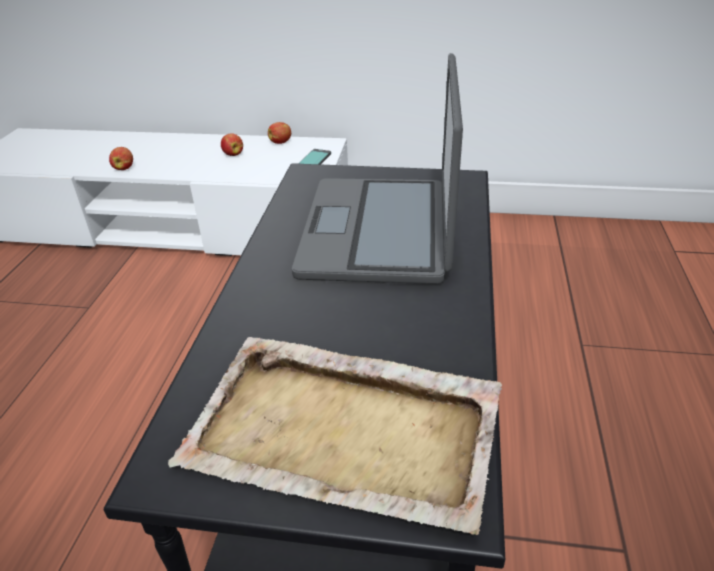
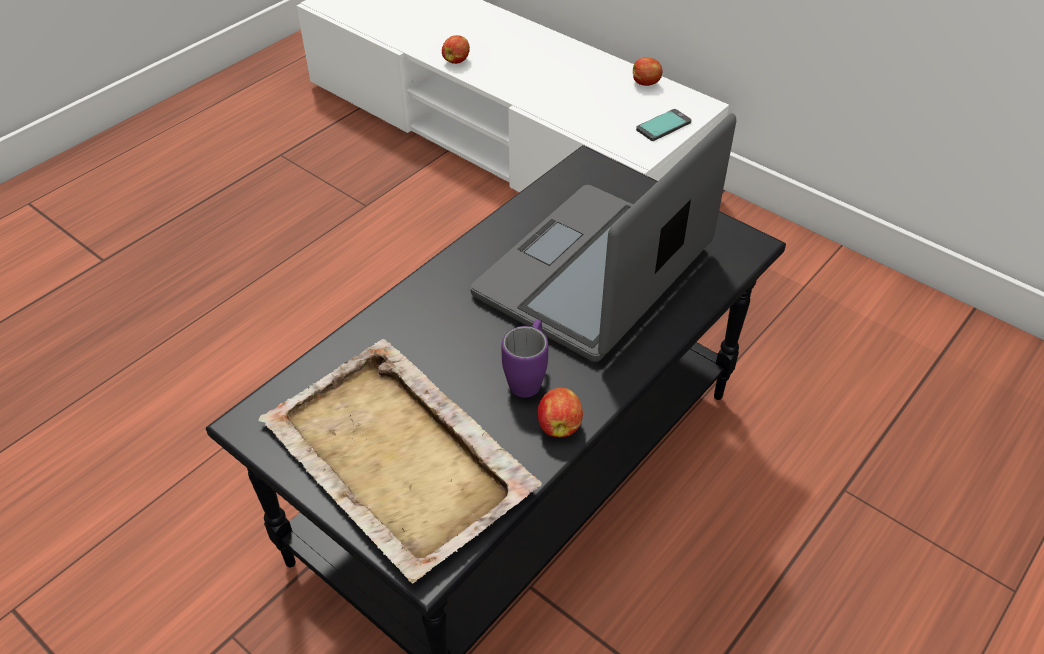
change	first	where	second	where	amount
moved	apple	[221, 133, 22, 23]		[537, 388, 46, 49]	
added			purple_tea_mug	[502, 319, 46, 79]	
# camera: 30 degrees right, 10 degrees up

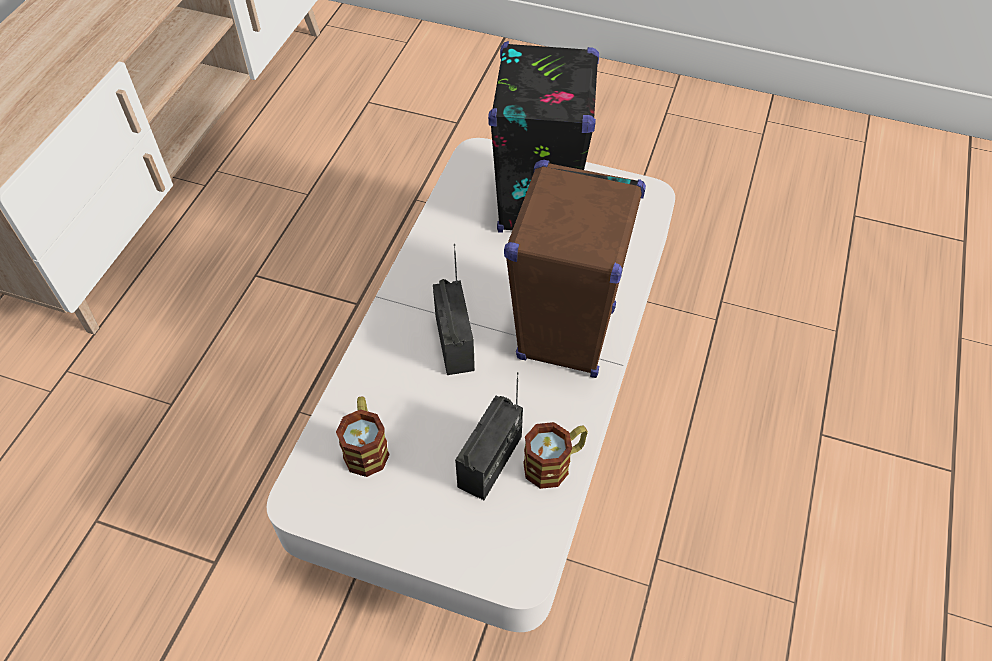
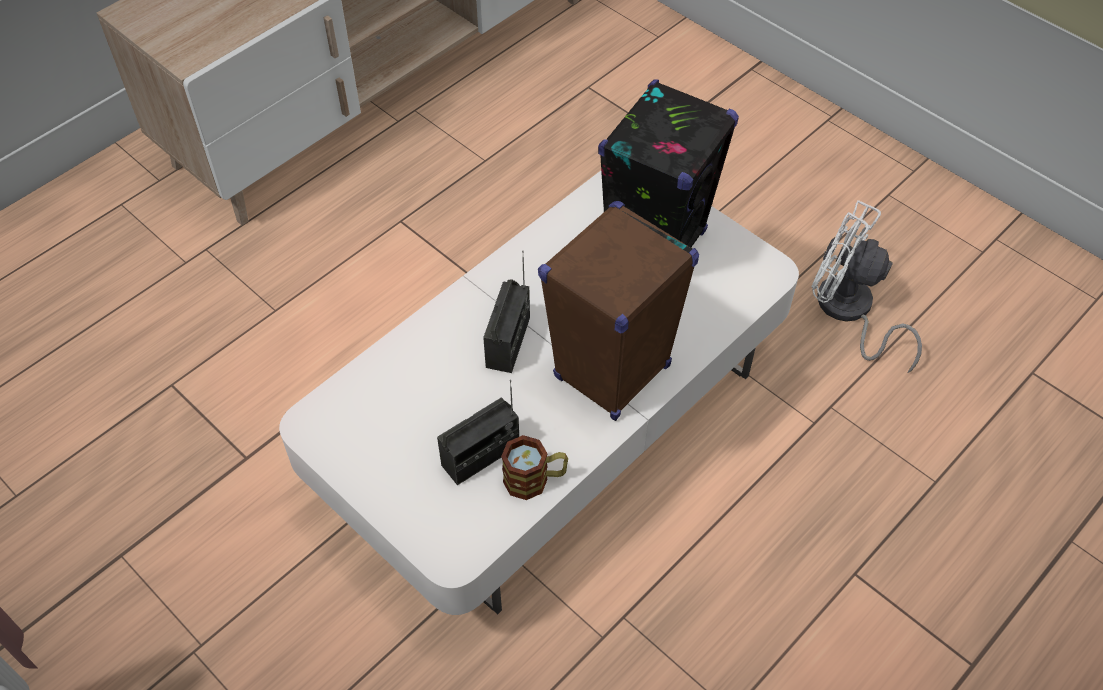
change	first	where	second	where	amount
removed	tea_mug	[336, 397, 54, 80]			
added			white_cooling_fan	[812, 200, 110, 173]	
# camera: 25 degrees right, 0 degrees up

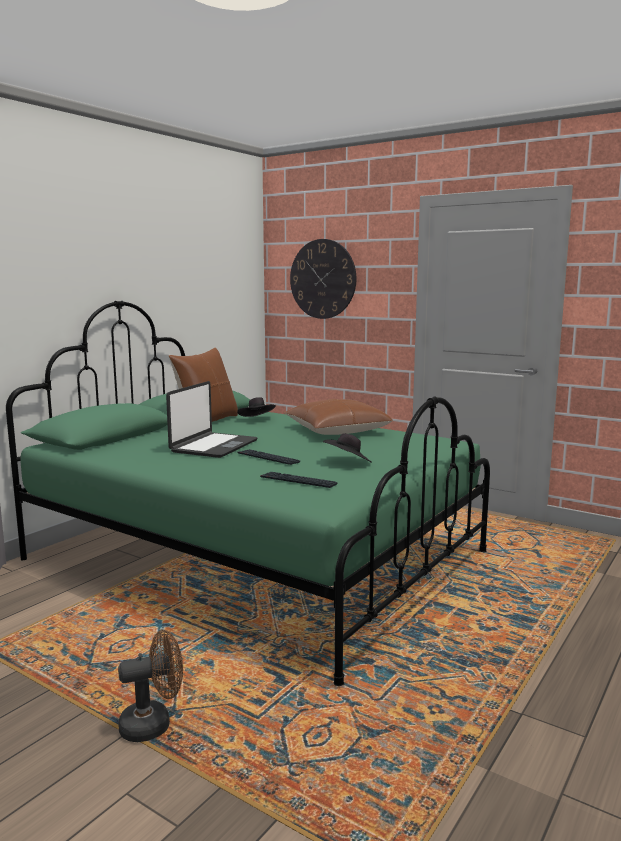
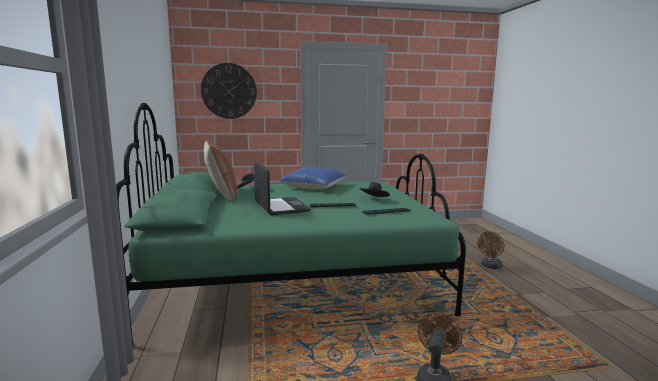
change	first	where	second	where	amount
recoloured	brownish_throw_pillow	[284, 399, 109, 36]	bluish_throw_pillow	[278, 167, 68, 23]	
added			brownish_cooling_fan	[477, 231, 27, 38]	
# camera: 45 degrees left, 0 degrees up

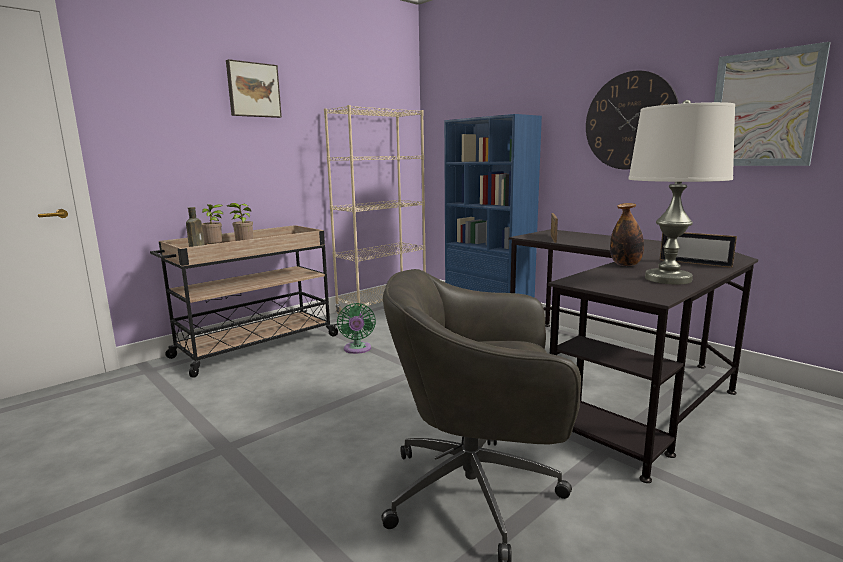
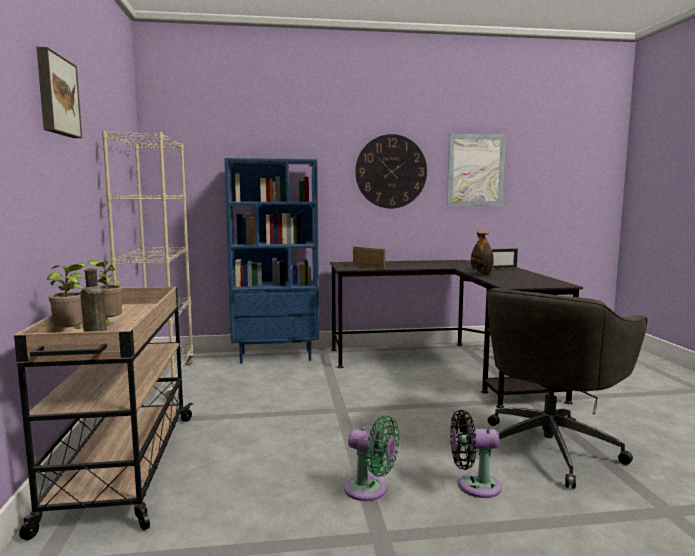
change	first	where	second	where	amount
moved	green-coloured_cooling_fan	[337, 303, 39, 51]		[344, 416, 56, 85]	
removed	white_lamp_for_a_table	[628, 100, 107, 185]			
added			blackish_cooling_fan	[450, 410, 52, 88]	
# camera: 55 degrees left, 5 degrees down

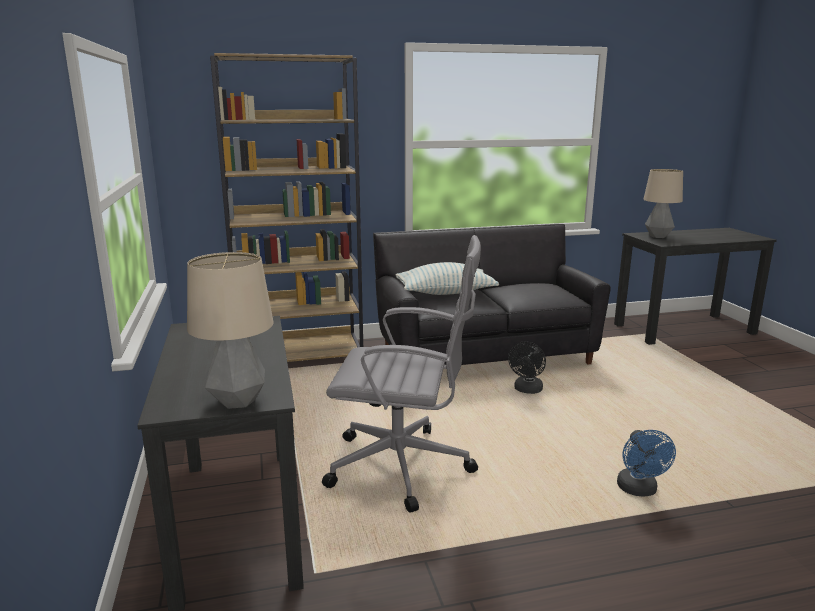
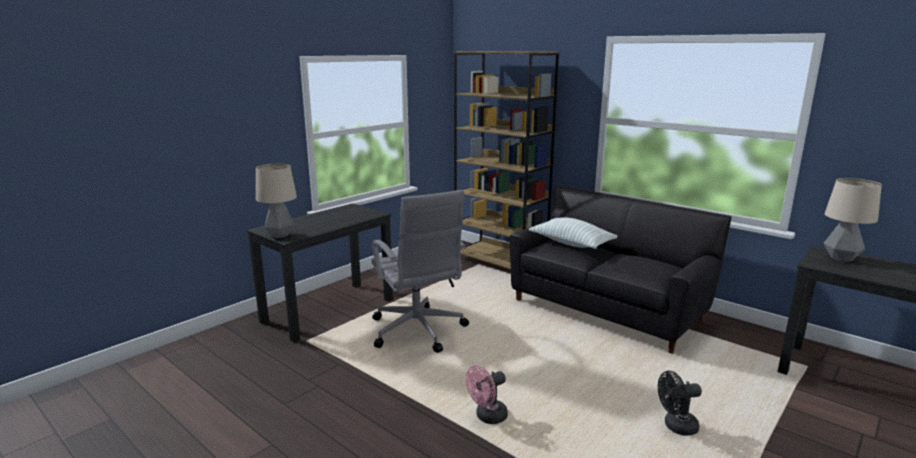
change	first	where	second	where	amount
moved	blackish_cooling_fan	[508, 341, 38, 53]		[658, 371, 44, 65]	
recoloured	bluish_cooling_fan	[617, 430, 59, 66]	pinkish_cooling_fan	[466, 365, 42, 59]	
# camera: 55 degrees right, 0 degrees up

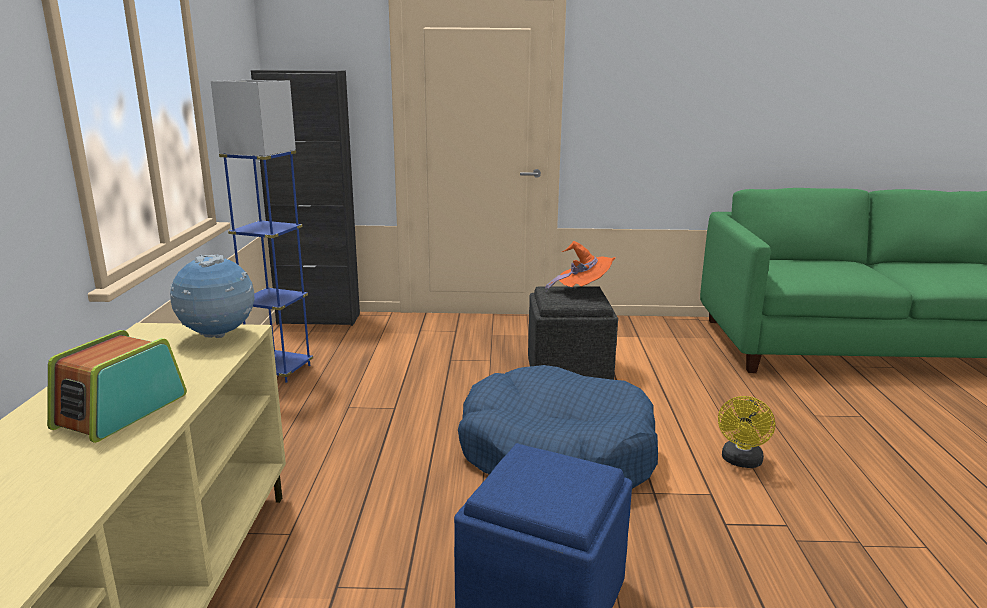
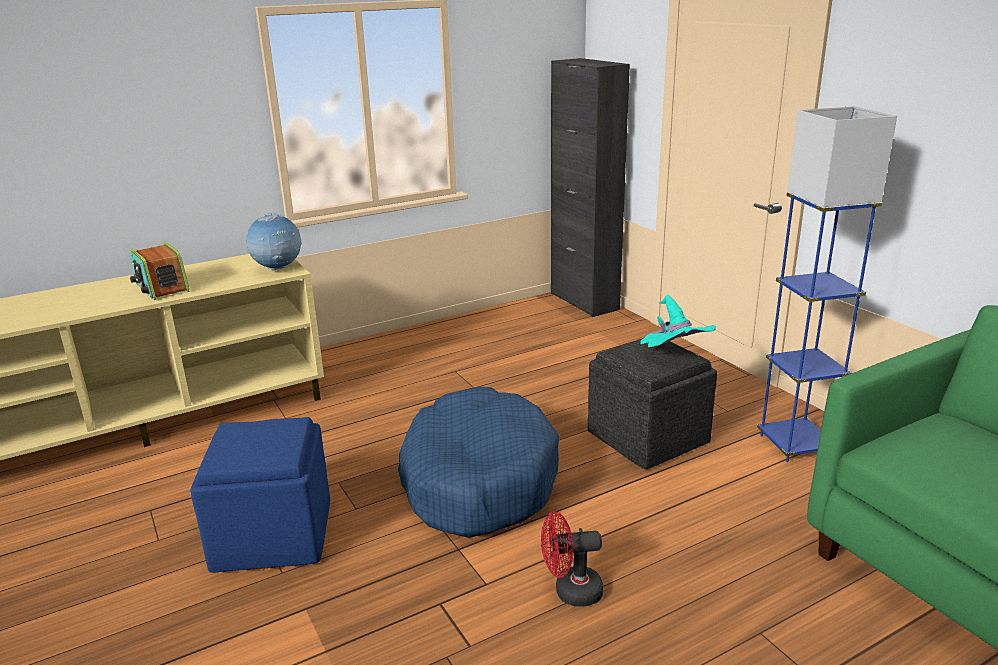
change	first	where	second	where	amount
turned	radio_set	[47, 330, 140, 113]		[130, 242, 60, 58]	120 degrees counterclockwise
moved	bluish_floor_lamp	[211, 80, 102, 303]		[757, 106, 140, 356]	
recoloured	orange_wearable_hat	[545, 241, 71, 50]	blue-green_wearable_hat	[640, 295, 76, 52]	
recoloured	yellow-coloured_cooling_fan	[718, 396, 57, 72]	red_cooling_fan	[541, 511, 62, 95]	
# camera: 60 degrees right, 5 degrees up

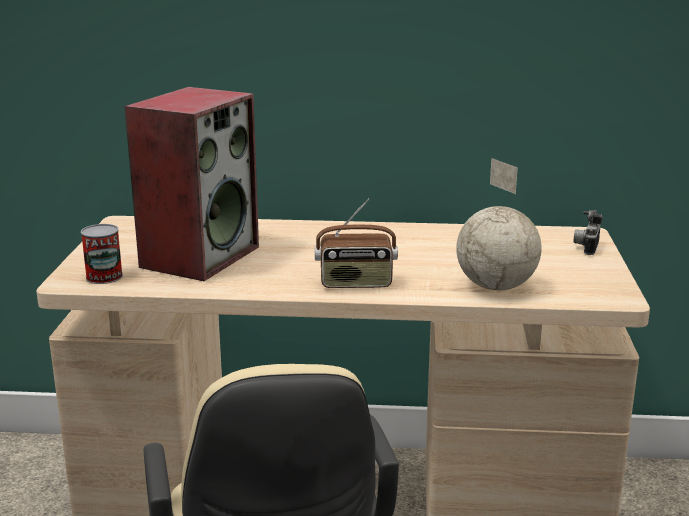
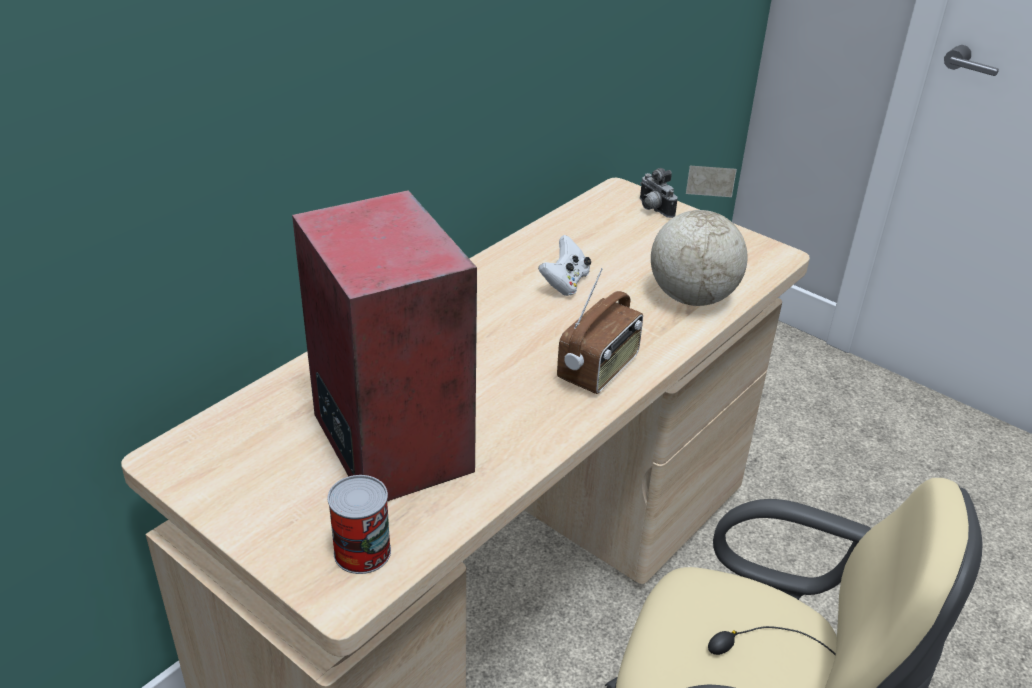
change	first	where	second	where	amount
added			white_joypad	[538, 235, 53, 61]	
# camera: 55 degrees left, 15 degrees up

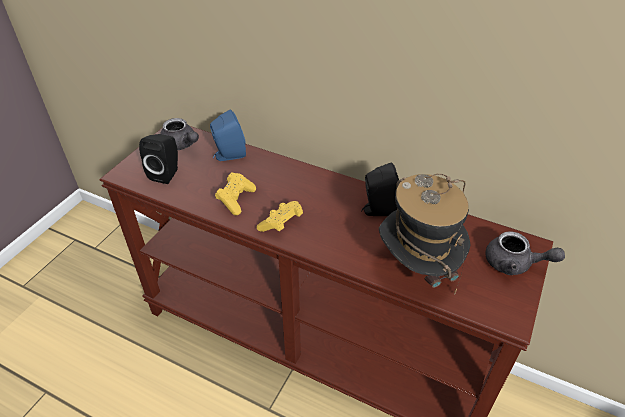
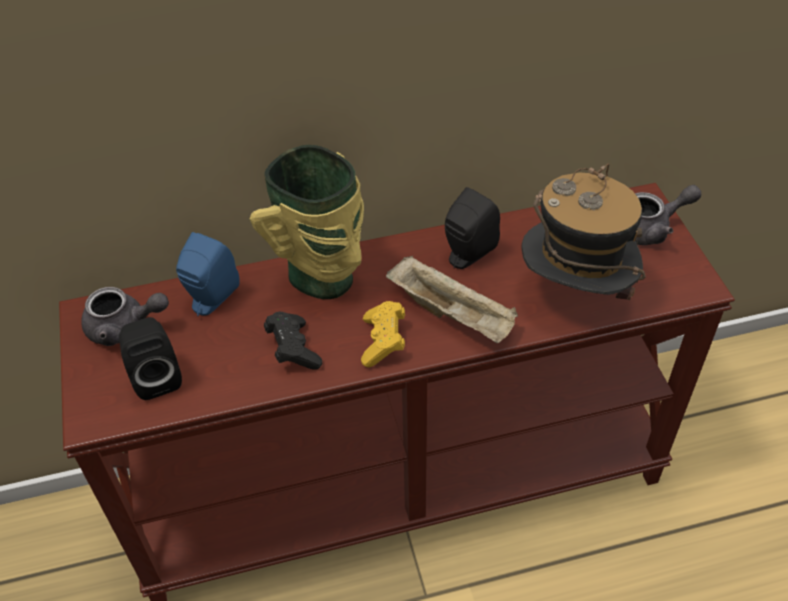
change	first	where	second	where	amount
recoloured	yellow-coloured_joypad	[215, 172, 41, 43]	blackish_joypad	[264, 312, 58, 57]	
added			decorative_vase	[250, 145, 114, 154]	
added			sand-coloured_serving_tray	[386, 256, 132, 87]	
# camera: 40 degrees left, 5 degrees up

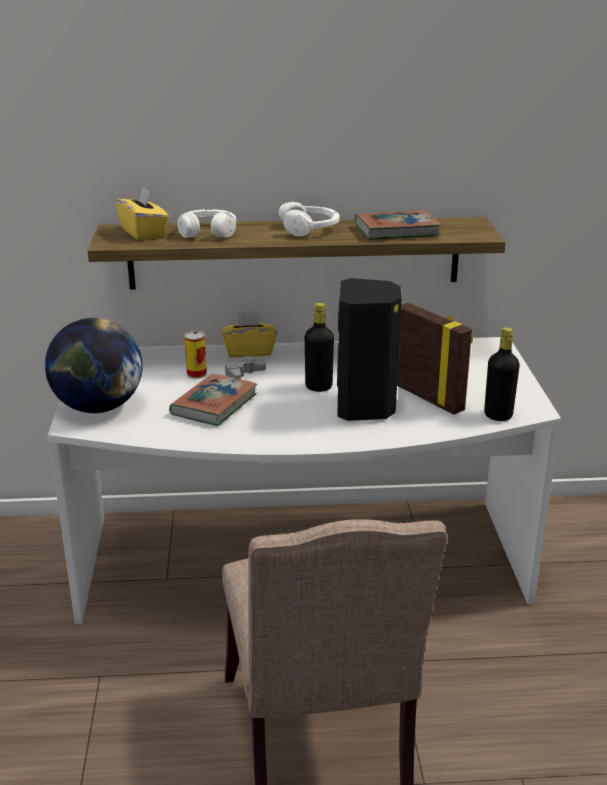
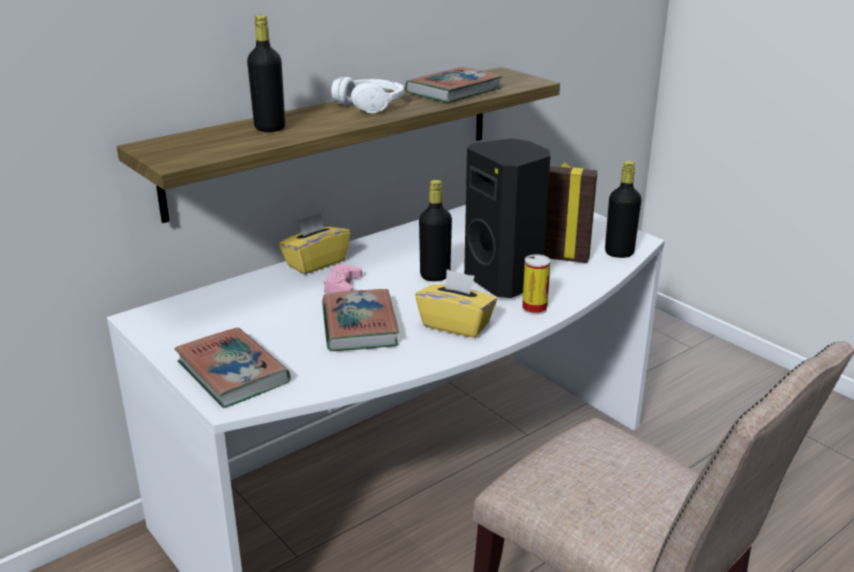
change	first	where	second	where	amount
replaced	globe	[45, 318, 98, 95]	volume	[174, 328, 117, 80]	
moved	yellow-coloured_box_of_tissues	[115, 187, 54, 54]		[415, 269, 82, 69]	
replaced	white_headset	[177, 209, 59, 29]	blackish_beverage_bottle	[247, 15, 38, 117]	
moved	sealed_can	[184, 331, 23, 48]		[522, 254, 29, 61]	
recoloured	grey_joypad	[225, 356, 41, 23]	pinkish_joypad	[324, 264, 38, 29]	
# camera: 35 degrees left, 0 degrees up

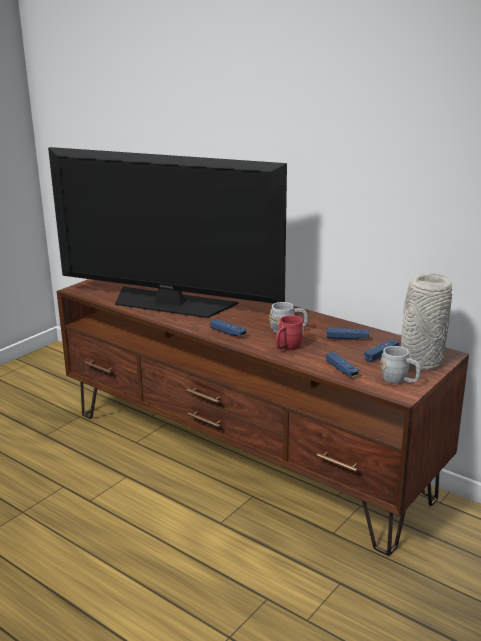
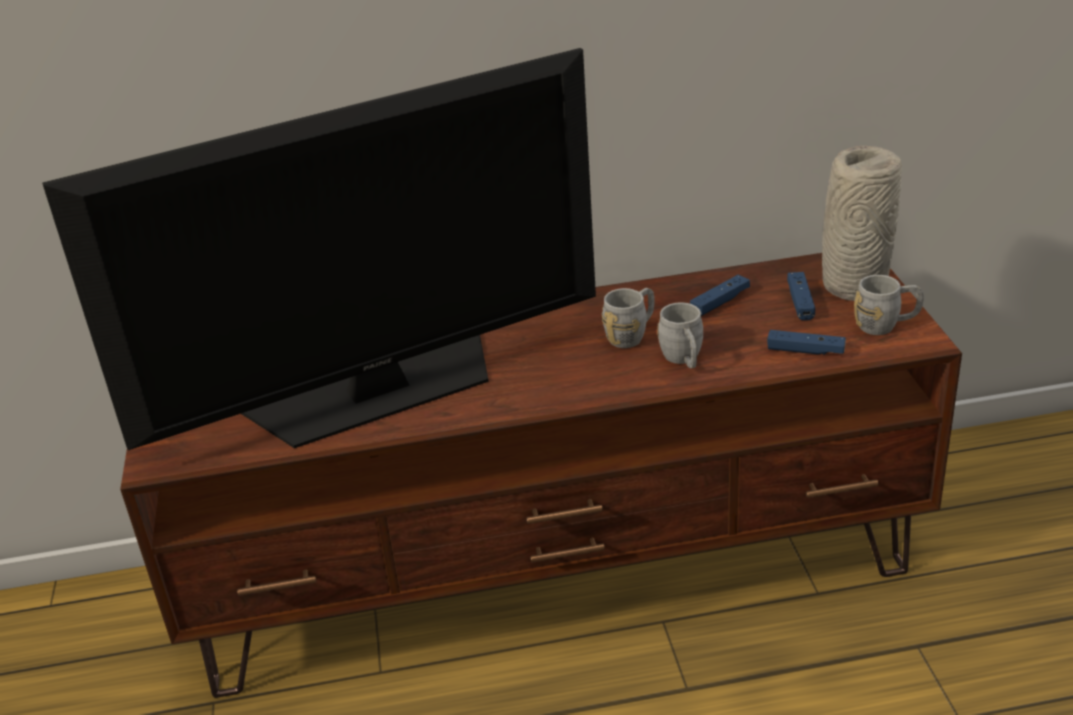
change	first	where	second	where	amount
removed	bluish_joypad	[210, 319, 37, 18]			
recoloured	red_tea_mug	[276, 315, 28, 35]	grey_tea_mug	[658, 303, 45, 66]	
# camera: 45 degrees left, 10 degrees up

